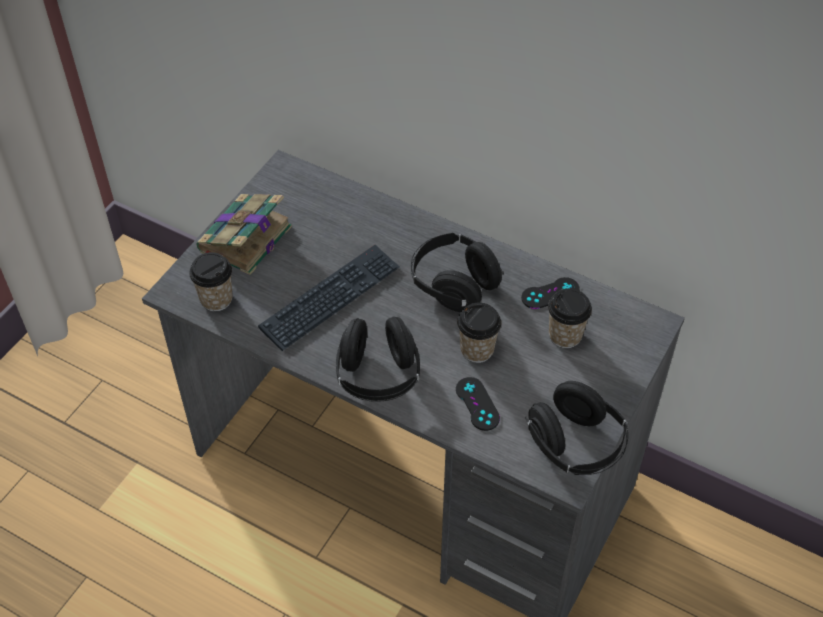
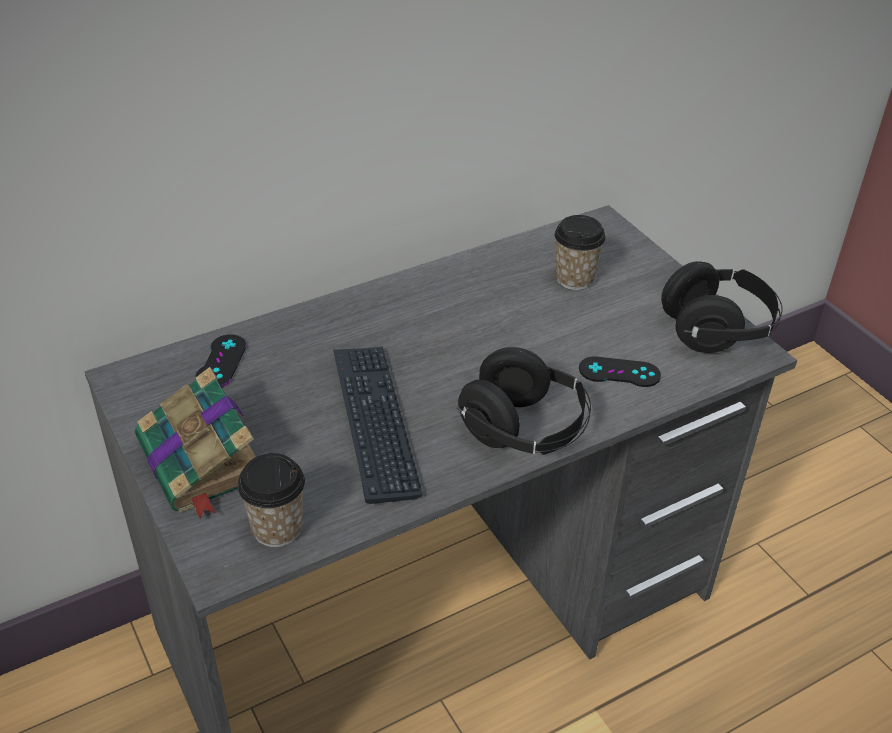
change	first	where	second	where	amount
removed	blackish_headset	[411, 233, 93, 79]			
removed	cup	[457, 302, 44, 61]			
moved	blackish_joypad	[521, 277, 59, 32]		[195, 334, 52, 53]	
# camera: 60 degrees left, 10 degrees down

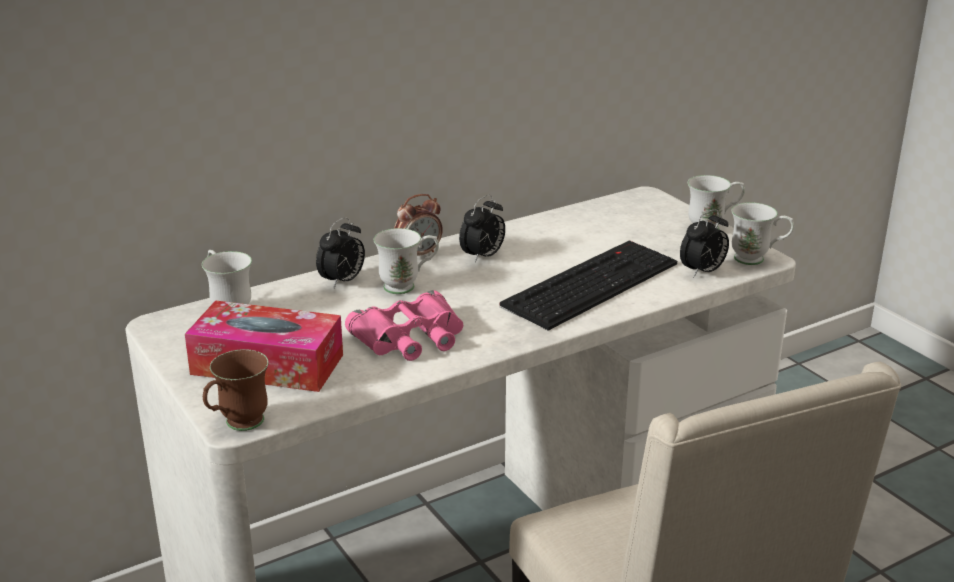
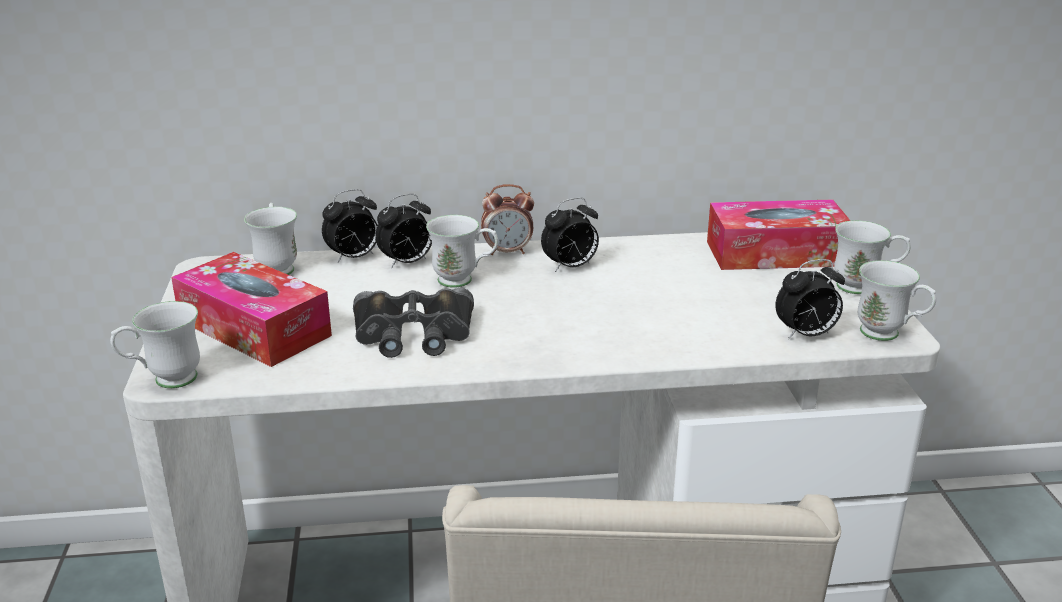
change	first	where	second	where	amount
recoloured	brownish_tea_mug	[203, 349, 66, 82]	white_tea_mug	[110, 301, 90, 87]	
recoloured	pinkish_pair_of_binoculars	[345, 290, 118, 71]	blackish_pair_of_binoculars	[353, 288, 121, 70]	
removed	keyboard	[500, 240, 177, 91]			
added			table_clock	[322, 189, 55, 73]	
added			box_of_tissues	[707, 200, 144, 70]	
# camera: 25 degrees right, 0 degrees up

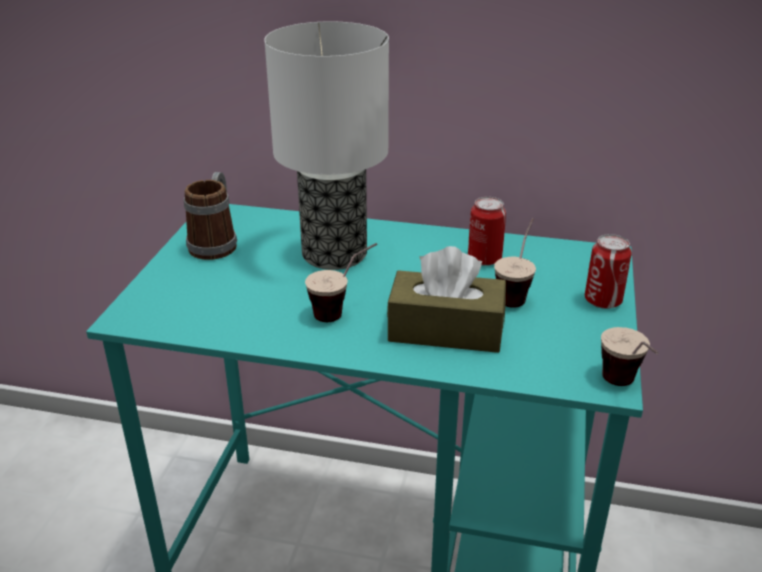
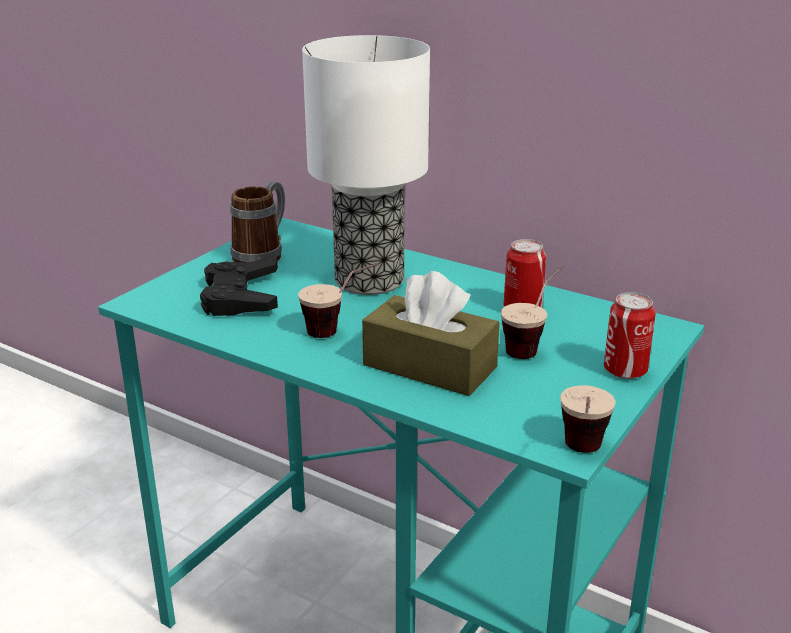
change	first	where	second	where	amount
added			blackish_joypad	[200, 258, 78, 58]	
# camera: 20 degrees right, 5 degrees down

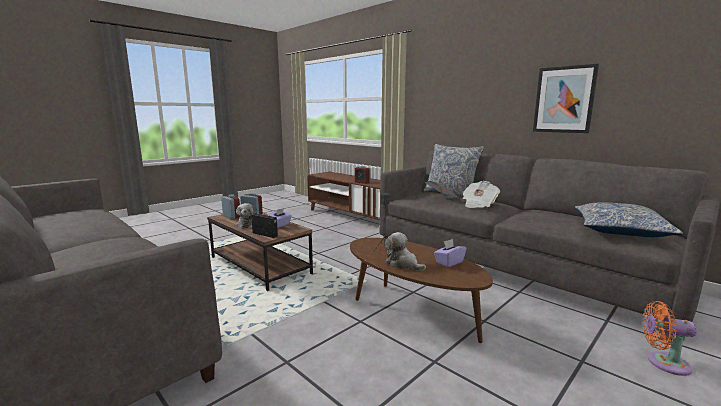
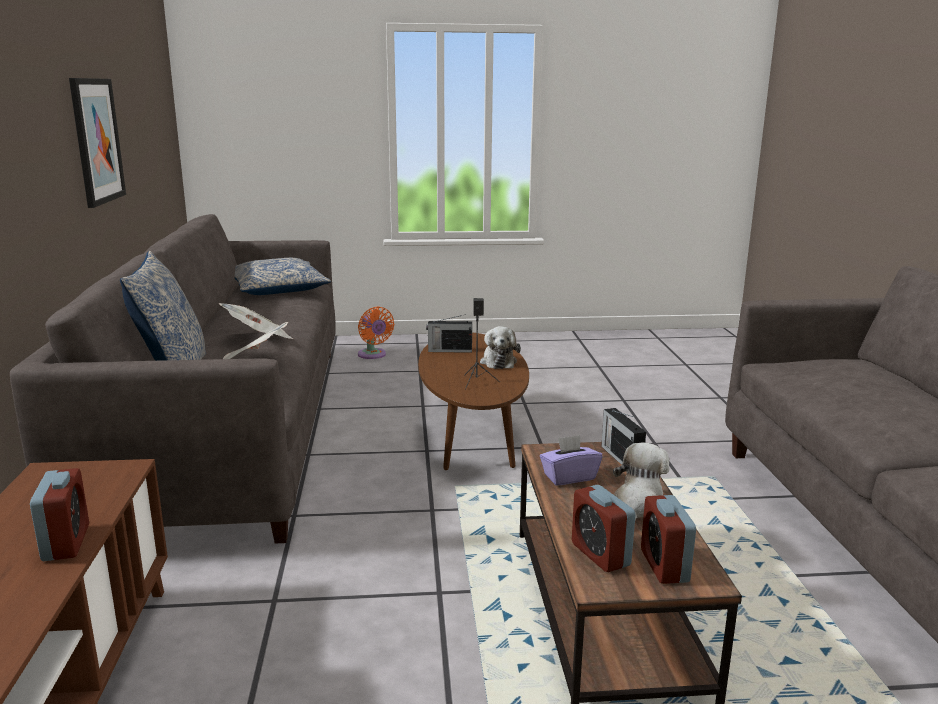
change	first	where	second	where	amount
replaced	purple_box_of_tissues	[434, 239, 33, 28]	radio_set	[426, 314, 46, 39]	
# camera: 140 degrees left, 5 degrees up

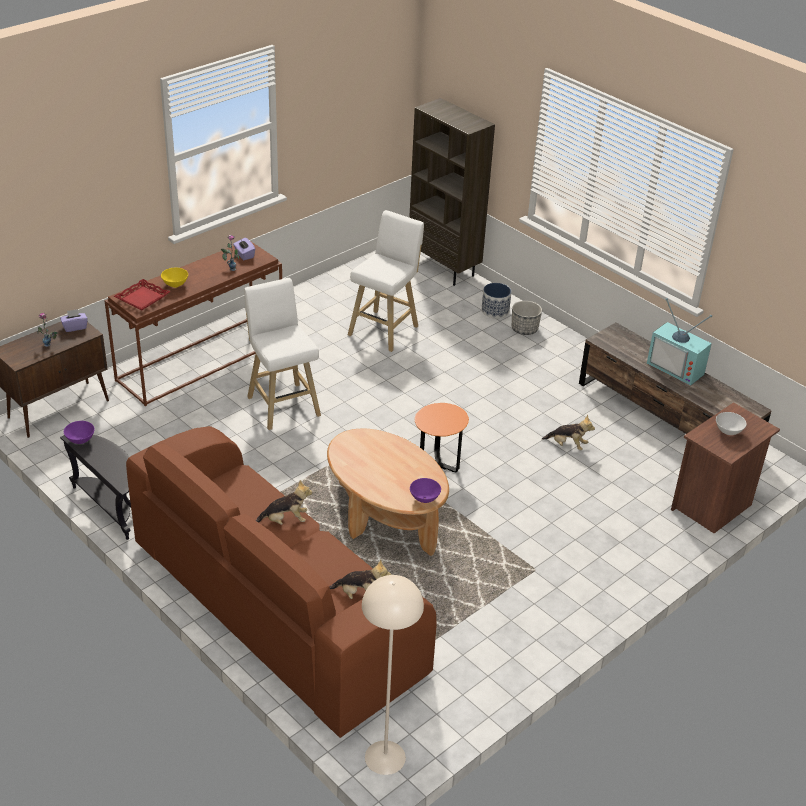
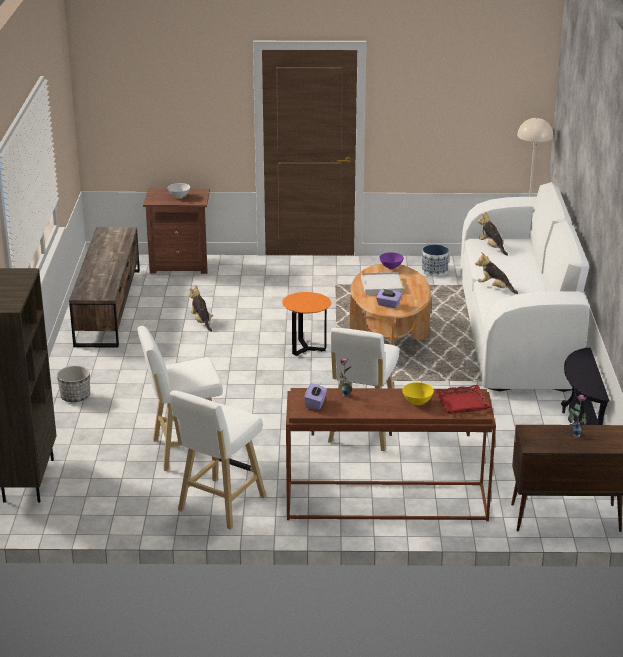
change	first	where	second	where	amount
moved	purple_box_of_tissues	[60, 309, 28, 23]		[376, 289, 26, 19]	
removed	purple_bowl	[64, 421, 31, 23]			
recoloured	brownish_settee	[126, 426, 311, 312]	white_settee	[460, 182, 130, 210]	
moved	planter	[482, 283, 29, 36]		[422, 245, 27, 32]	
removed	TV_set	[647, 298, 65, 88]			
added			white_stool_seat	[170, 390, 96, 140]	
added			white_serving_tray	[361, 272, 42, 23]	
# camera: 135 degrees left, 10 degrees down

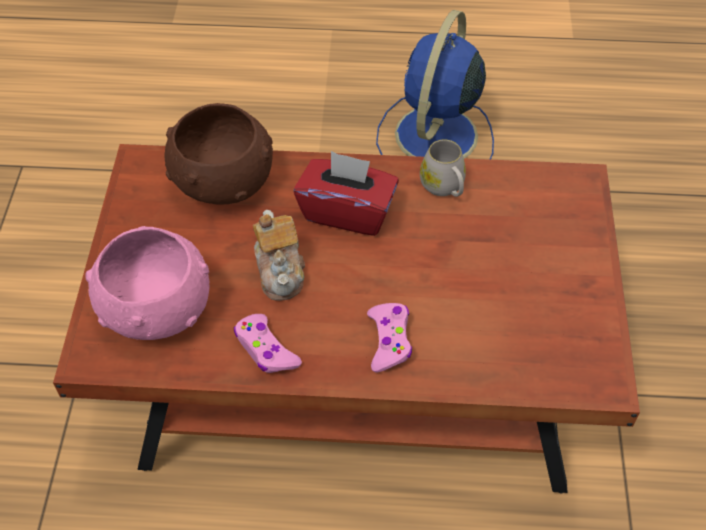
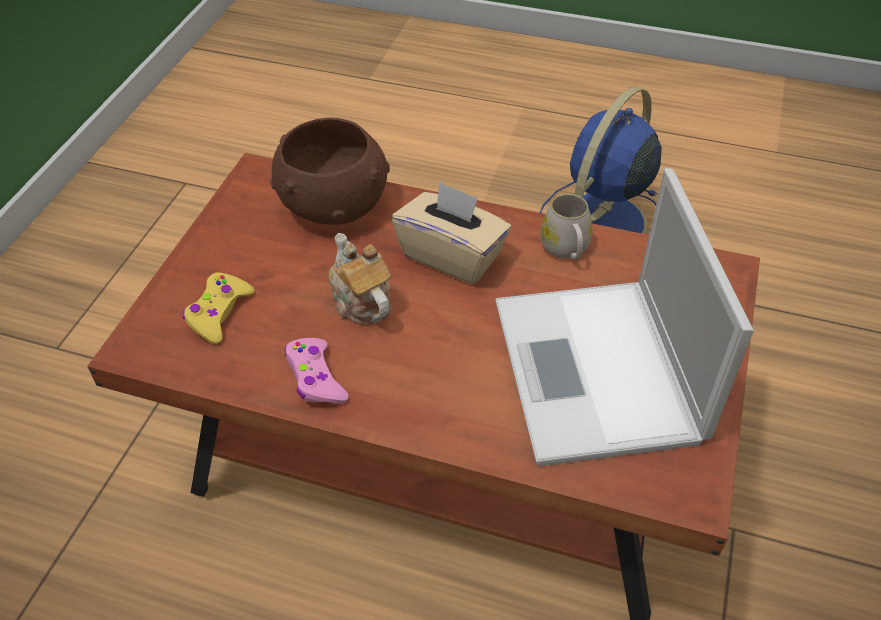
change	first	where	second	where	amount
replaced	pinkish_bowl	[85, 226, 125, 114]	yellow-coloured_joypad	[183, 272, 71, 72]	
turned	teapot	[253, 210, 52, 90]		[329, 233, 62, 92]	150 degrees clockwise
recoloured	red_box_of_tissues	[294, 151, 105, 85]	sand-coloured_box_of_tissues	[392, 181, 119, 103]	
removed	pinkish_joypad	[367, 303, 45, 70]			
added			portable_computer	[495, 168, 259, 298]	
# camera: 15 degrees right, 5 degrees down

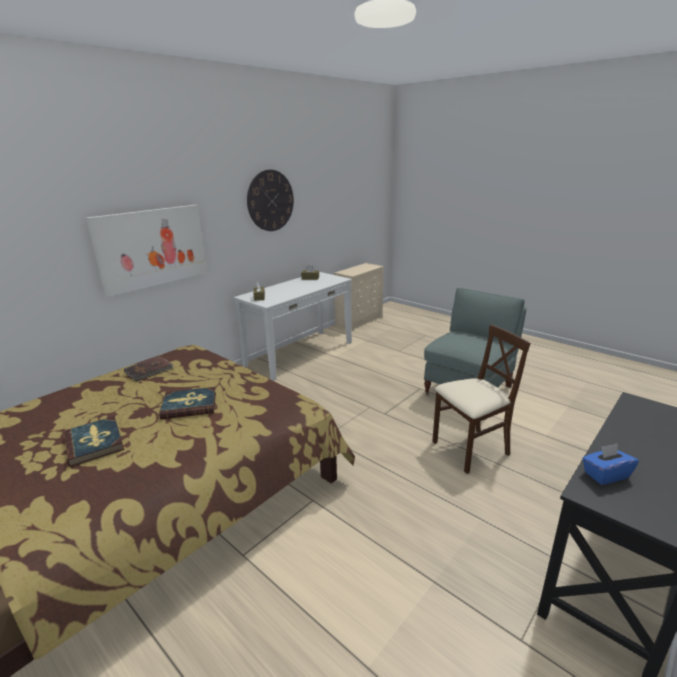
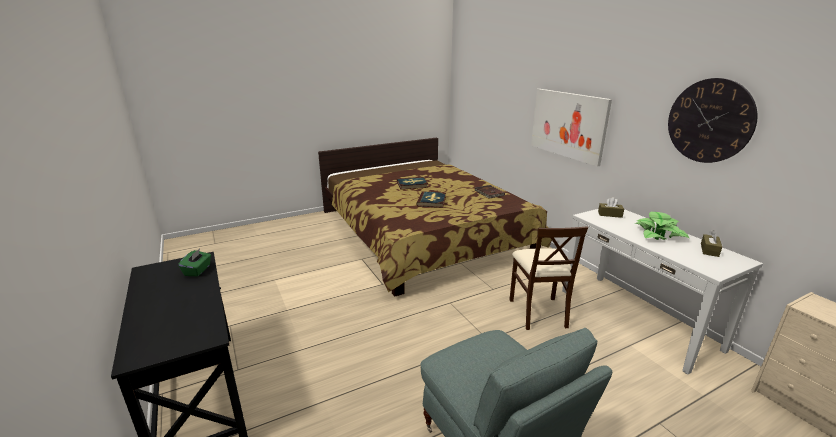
change	first	where	second	where	amount
moved	sand-coloured_chair	[432, 325, 99, 149]		[509, 226, 79, 104]	
recoloured	bluish_box_of_tissues	[582, 443, 57, 42]	green-coloured_box_of_tissues	[178, 249, 33, 27]	
added			houseplant	[634, 212, 56, 28]	
# camera: 110 degrees right, 0 degrees up

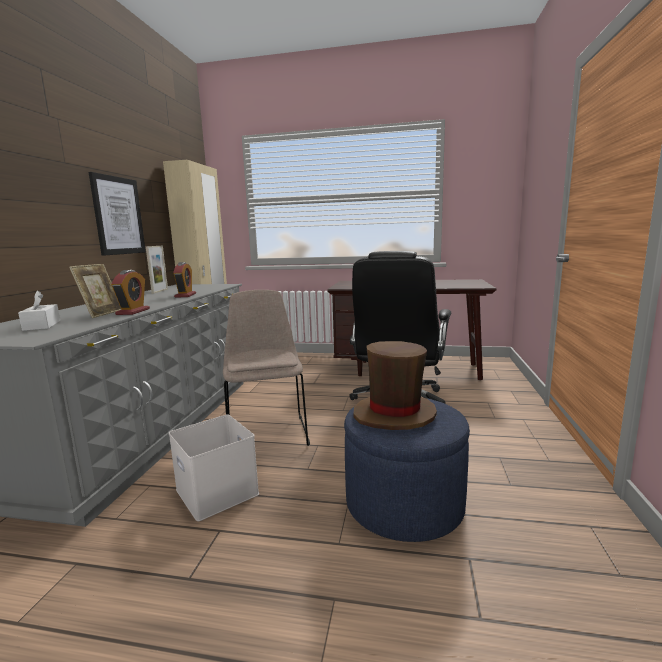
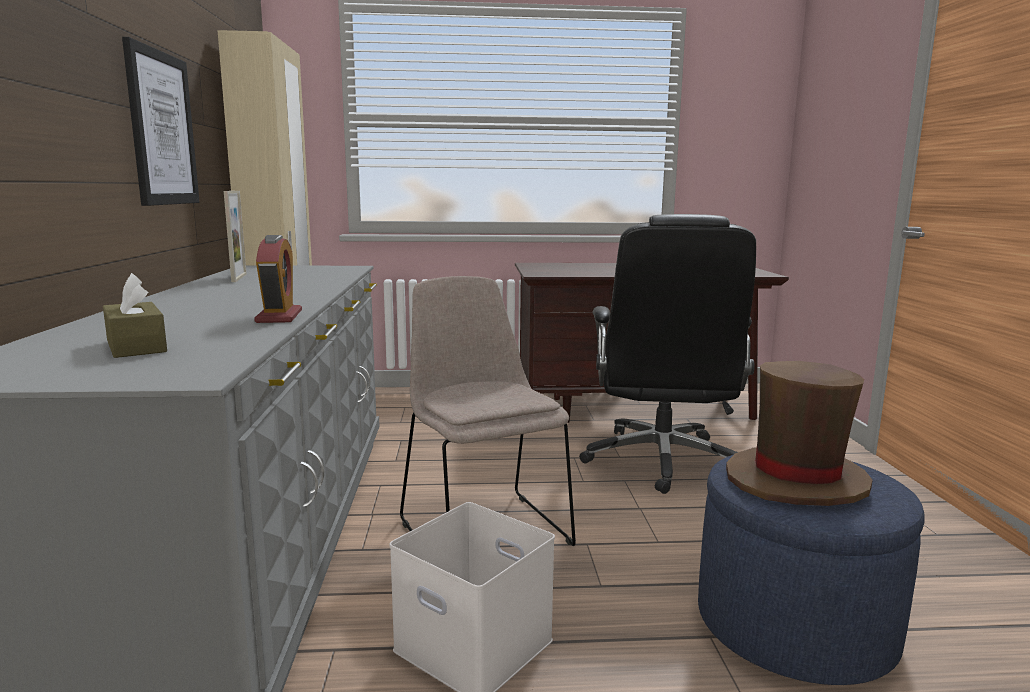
change	first	where	second	where	amount
recoloured	white_box_of_tissues	[18, 290, 42, 41]	brownish_box_of_tissues	[103, 273, 64, 85]	
removed	picture_frame	[69, 264, 52, 54]			
removed	table_clock	[173, 262, 23, 36]			
# camera: 15 degrees left, 0 degrees up

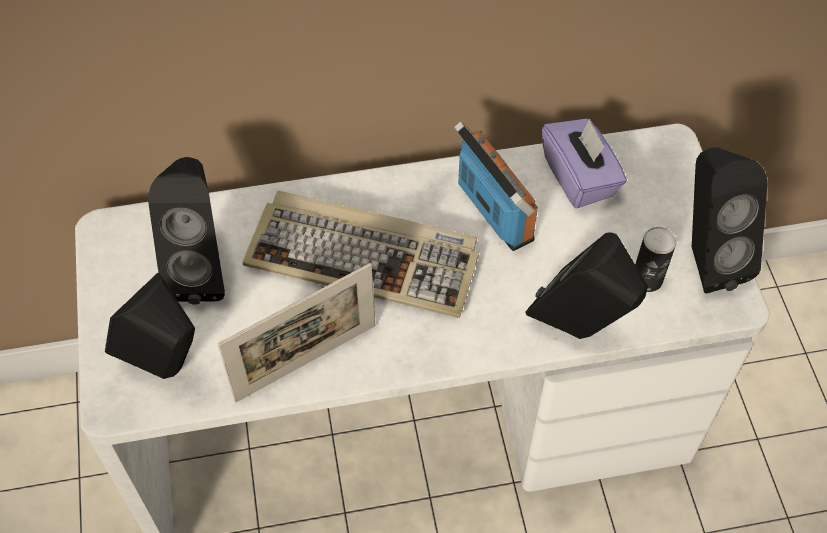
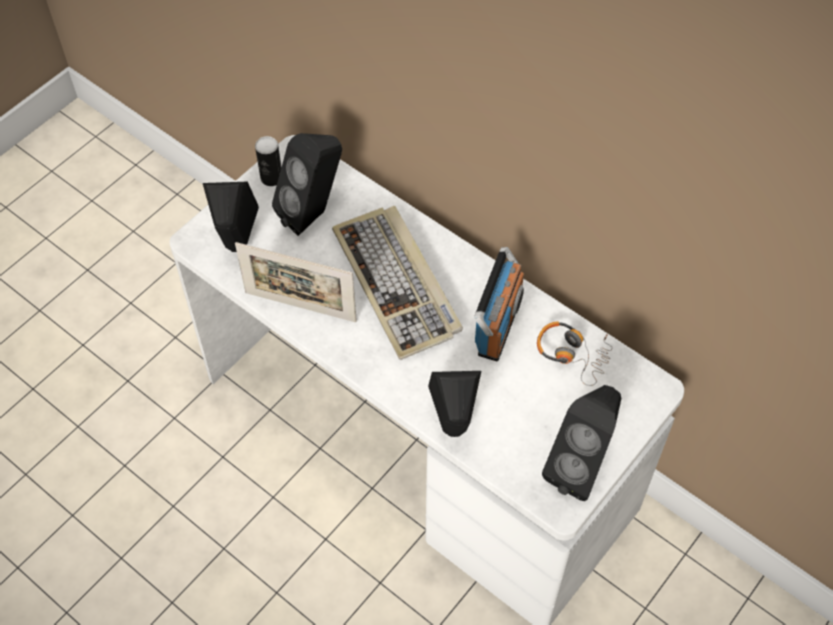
change	first	where	second	where	amount
replaced	purple_box_of_tissues	[542, 119, 85, 90]	headset	[537, 321, 76, 65]	
moved	sealed_can	[635, 227, 41, 65]		[255, 136, 26, 50]	
# camera: 50 degrees right, 0 degrees up

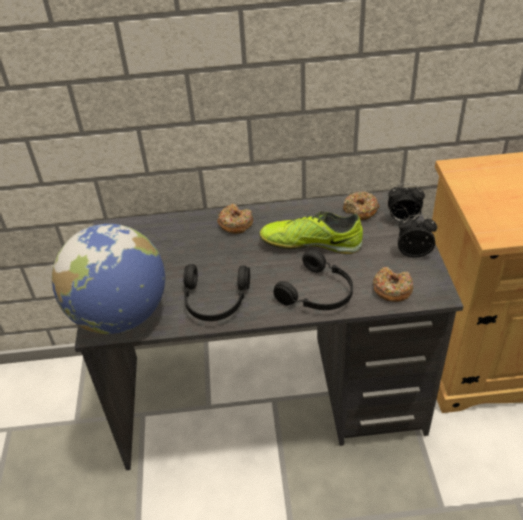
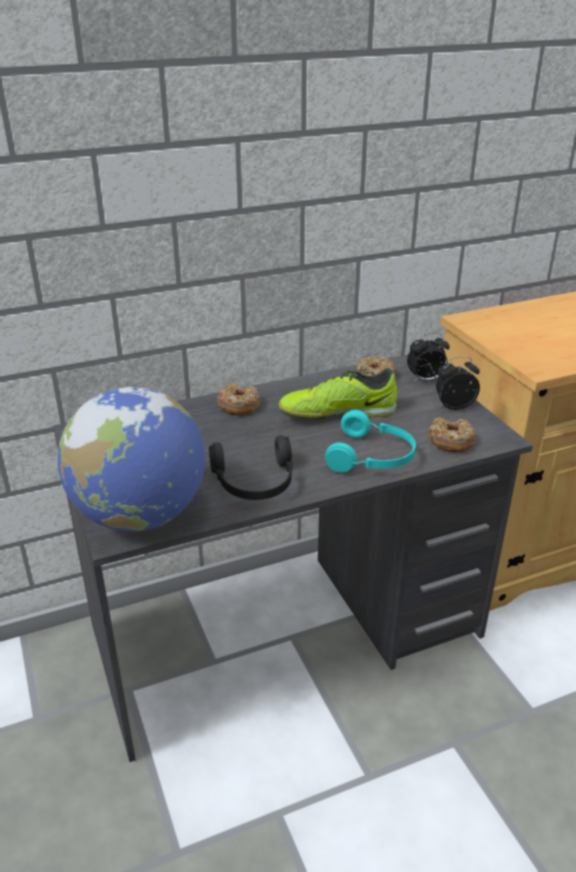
change	first	where	second	where	amount
recoloured	blackish_headset	[273, 249, 80, 61]	blue-green_headset	[325, 410, 91, 63]	
# camera: 20 degrees left, 10 degrees down

